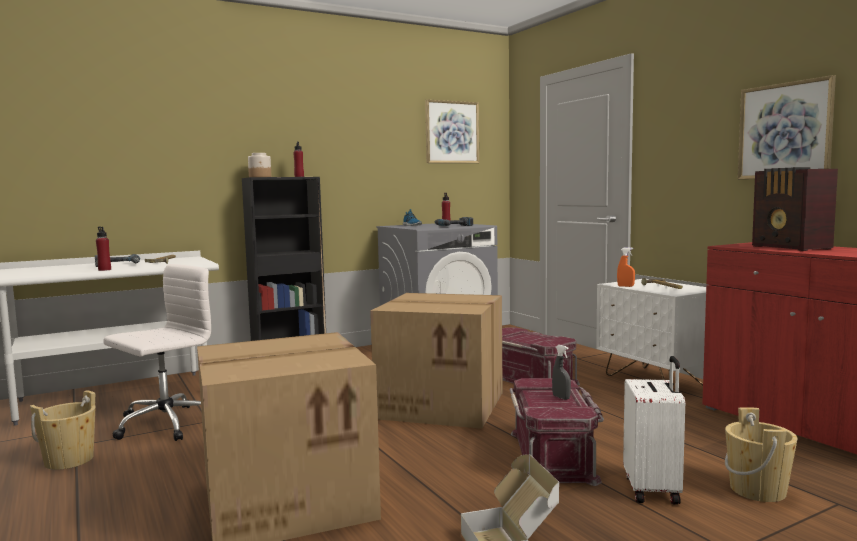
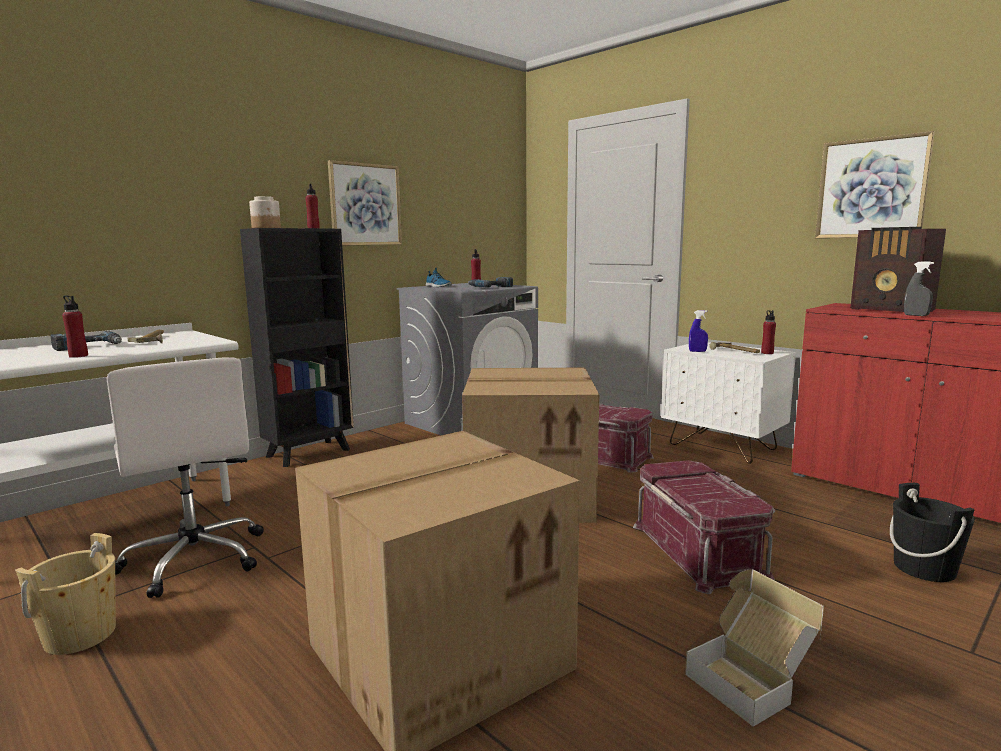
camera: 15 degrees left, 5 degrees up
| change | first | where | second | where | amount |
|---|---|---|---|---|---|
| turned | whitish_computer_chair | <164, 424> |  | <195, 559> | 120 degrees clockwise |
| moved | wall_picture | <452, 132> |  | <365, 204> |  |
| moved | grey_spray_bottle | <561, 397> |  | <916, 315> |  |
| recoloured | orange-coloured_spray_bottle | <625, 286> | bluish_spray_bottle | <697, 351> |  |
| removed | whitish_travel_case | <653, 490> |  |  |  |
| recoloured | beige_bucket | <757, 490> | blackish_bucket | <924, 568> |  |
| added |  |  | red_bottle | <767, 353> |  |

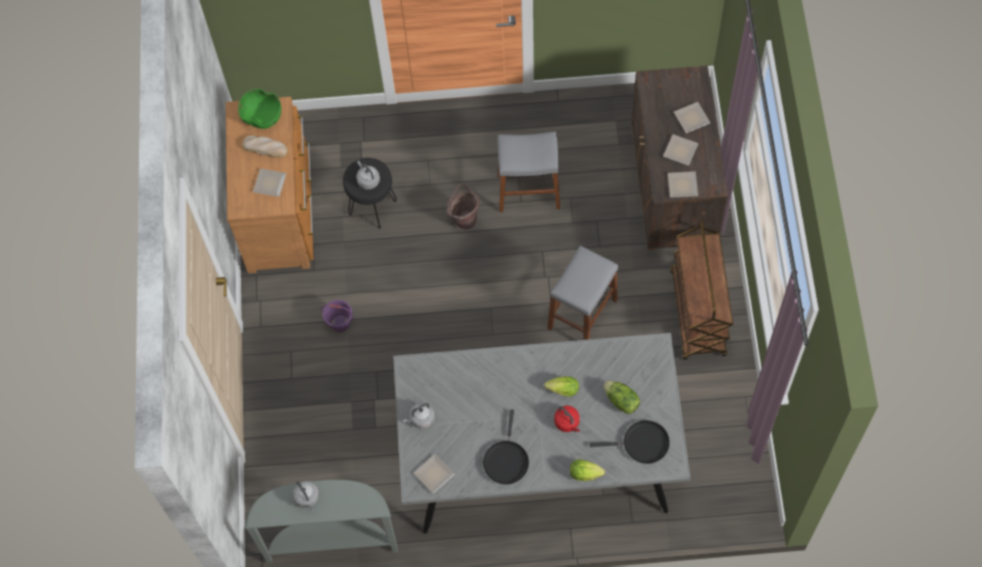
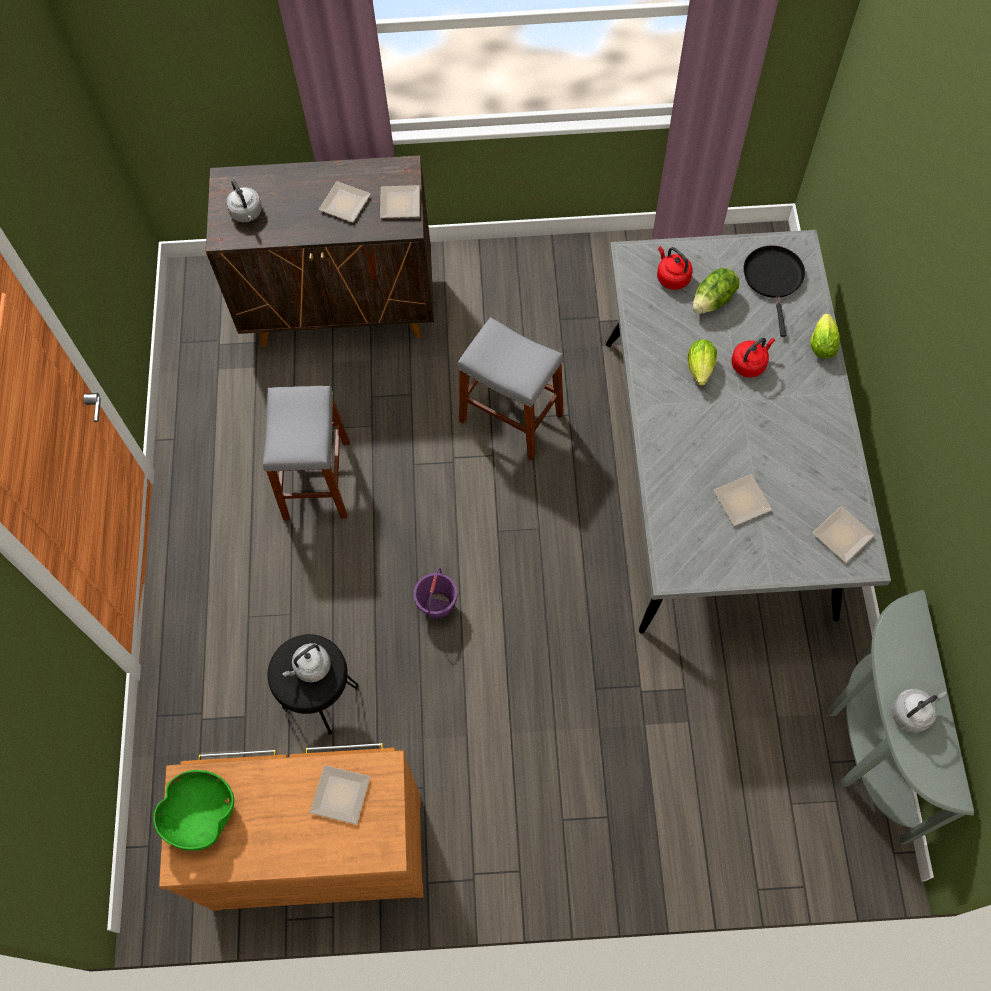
camera: 90 degrees left, 0 degrees up
| change | first | where | second | where | amount |
|---|---|---|---|---|---|
| removed | bread | <265, 148> |  |  |  |
| moved | purple-coloured_bucket | <340, 323> |  | <438, 606> |  |
| moved | grey_tea_kettle | <421, 419> |  | <247, 214> |  |
| removed | brownish_bucket | <464, 218> |  |  |  |
| removed | blackish_frying_pan | <506, 460> |  |  |  |
| removed | brownish_trolley | <698, 313> |  |  |  |
| moved | plate | <691, 119> |  | <744, 502> |  |
| added |  |  | red_tea_kettle | <671, 277> |  |

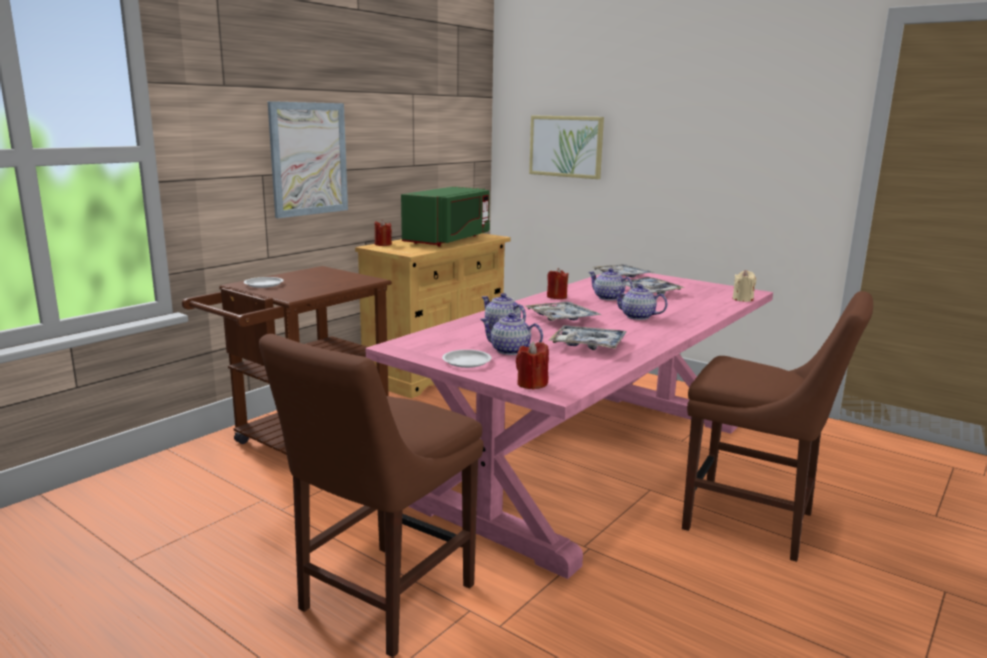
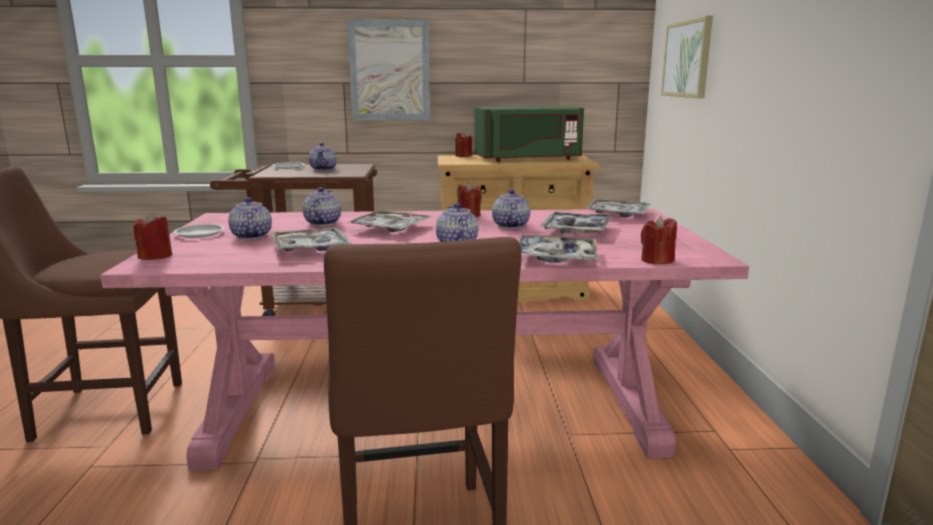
camera: 50 degrees right, 0 degrees up
| change | first | where | second | where | amount |
|---|---|---|---|---|---|
| recoloured | beige_wax_light | <742, 299> | red_wax_light | <657, 260> |  |
| added |  |  | pot_for_tea | <323, 169> |  |
| added |  |  | tray | <556, 258> |  |

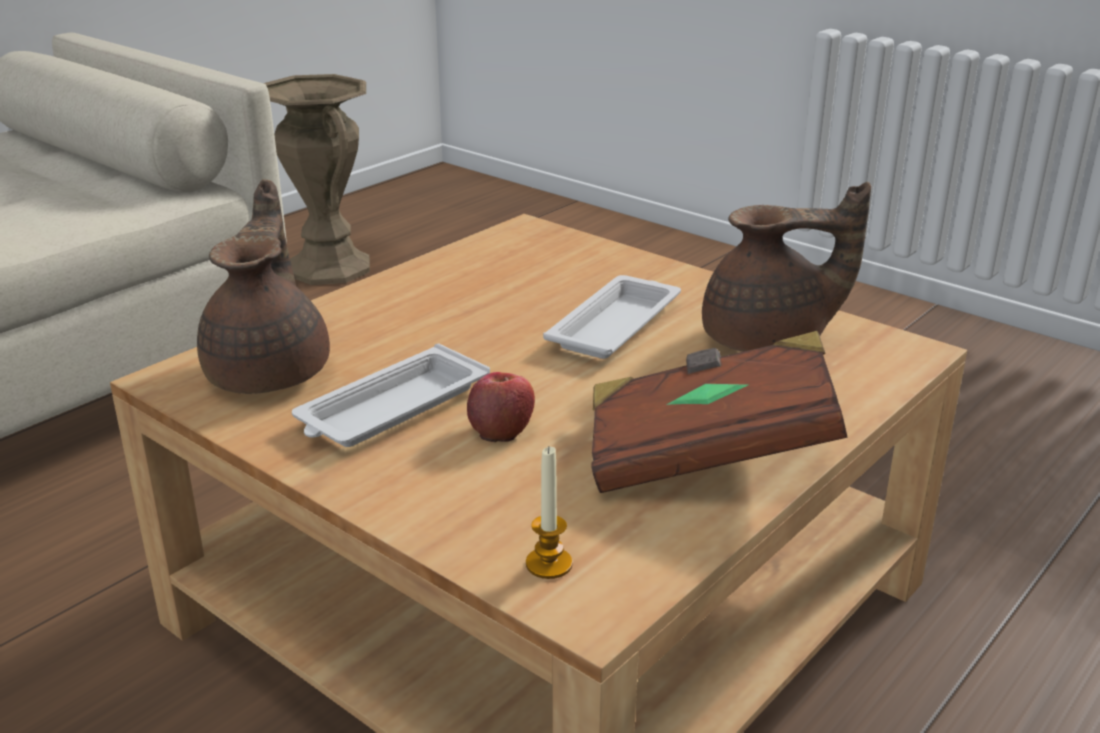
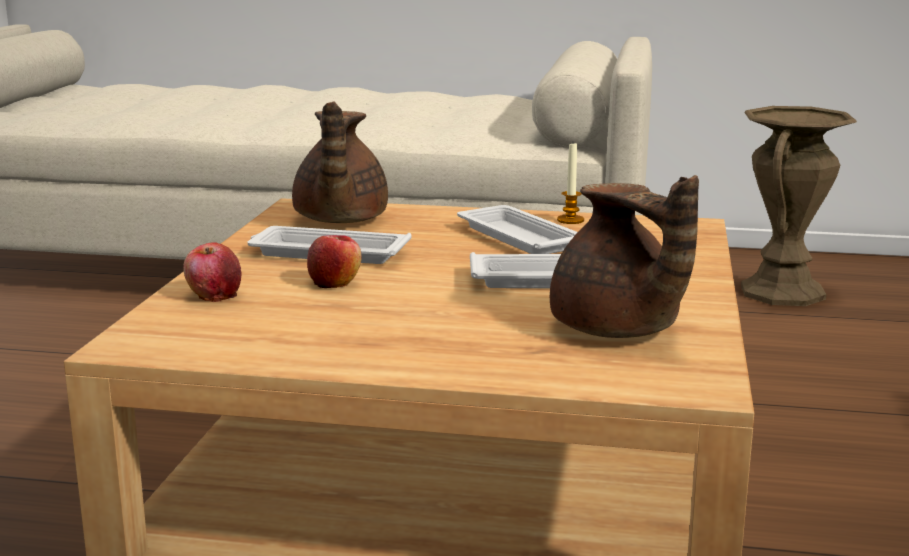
camera: 60 degrees right, 10 degrees down
| change | first | where | second | where | amount |
|---|---|---|---|---|---|
| turned | brownish_pot_for_tea | <271, 371> |  | <339, 220> | 120 degrees clockwise |
| moved | wax_light | <549, 564> |  | <570, 220> |  |
| removed | brownish_volume | <707, 455> |  |  |  |
| added |  |  | apple_fruit | <214, 295> |  |
| added |  |  | whitish_tray | <517, 237> |  |

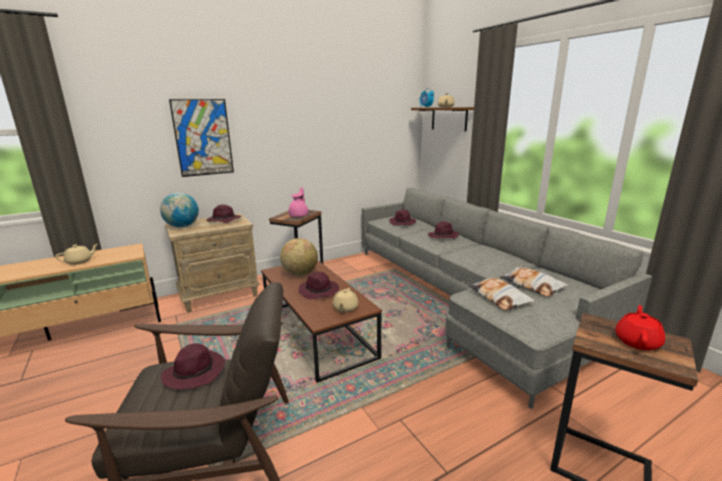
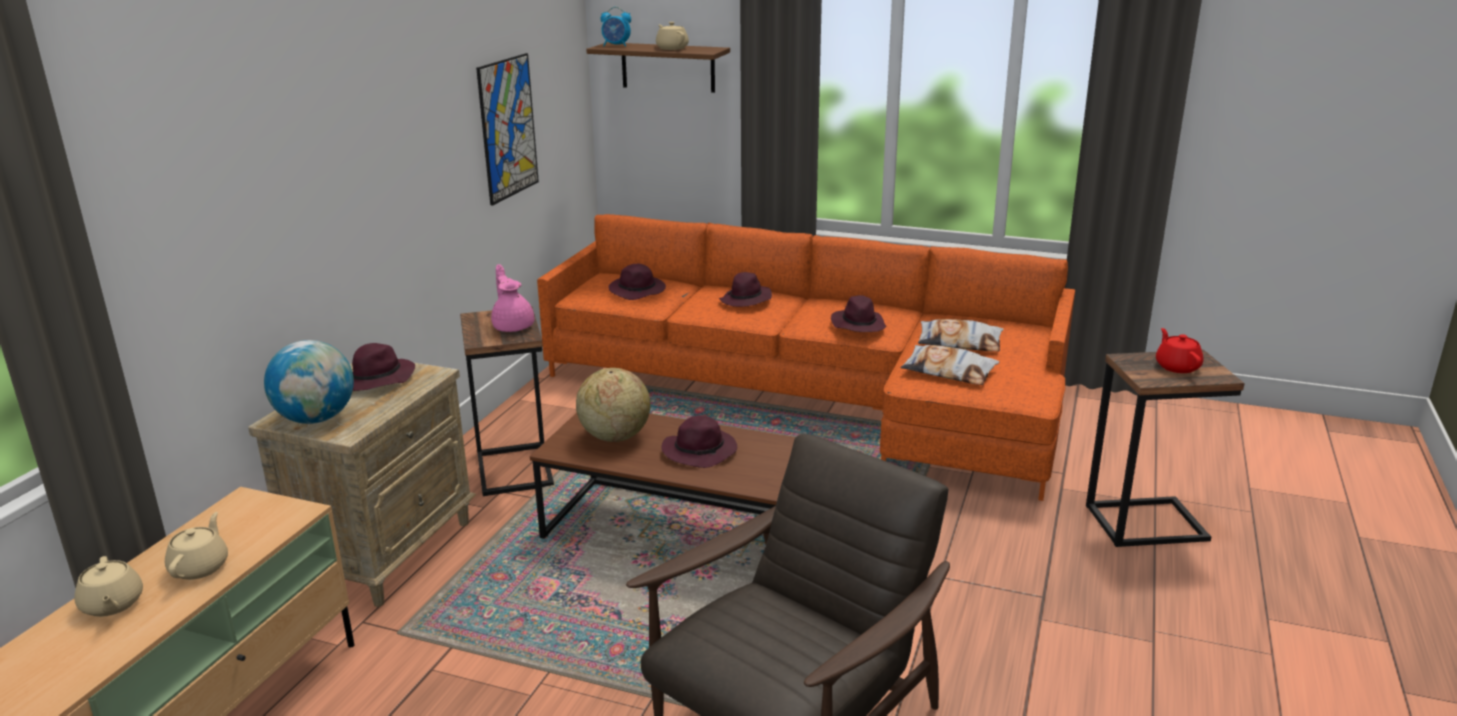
camera: 40 degrees left, 5 degrees up
| change | first | where | second | where | amount |
|---|---|---|---|---|---|
| moved | purple-coloured_hat | <195, 372> |  | <858, 325> |  |
| moved | wall_picture | <203, 138> |  | <508, 128> |  |
| moved | beige_pot_for_tea | <345, 308> |  | <112, 605> |  |
| recoloured | grey_sofa | <468, 298> | orange-coloured_sofa | <820, 396> |  |

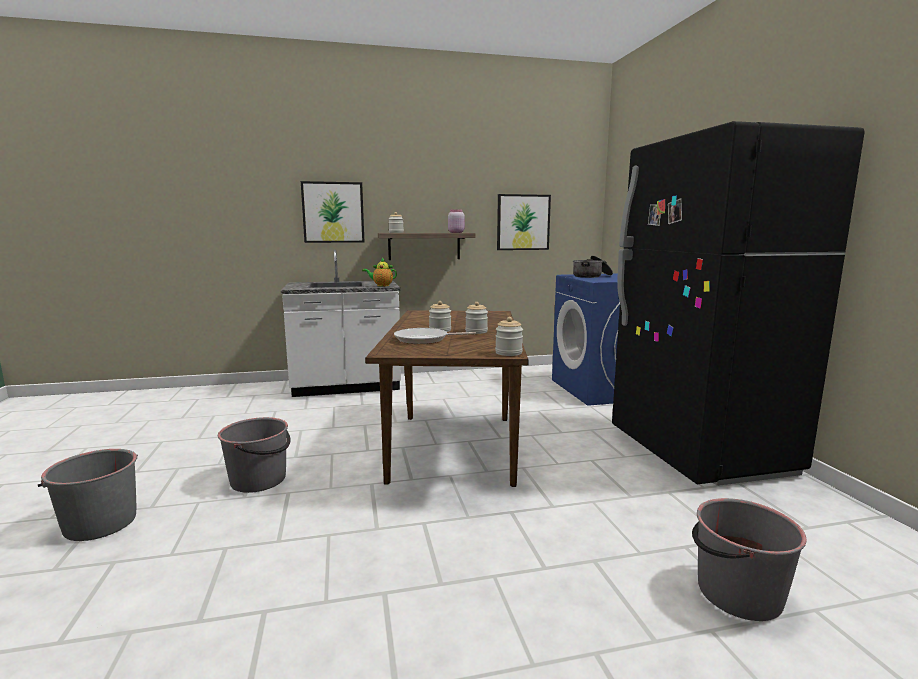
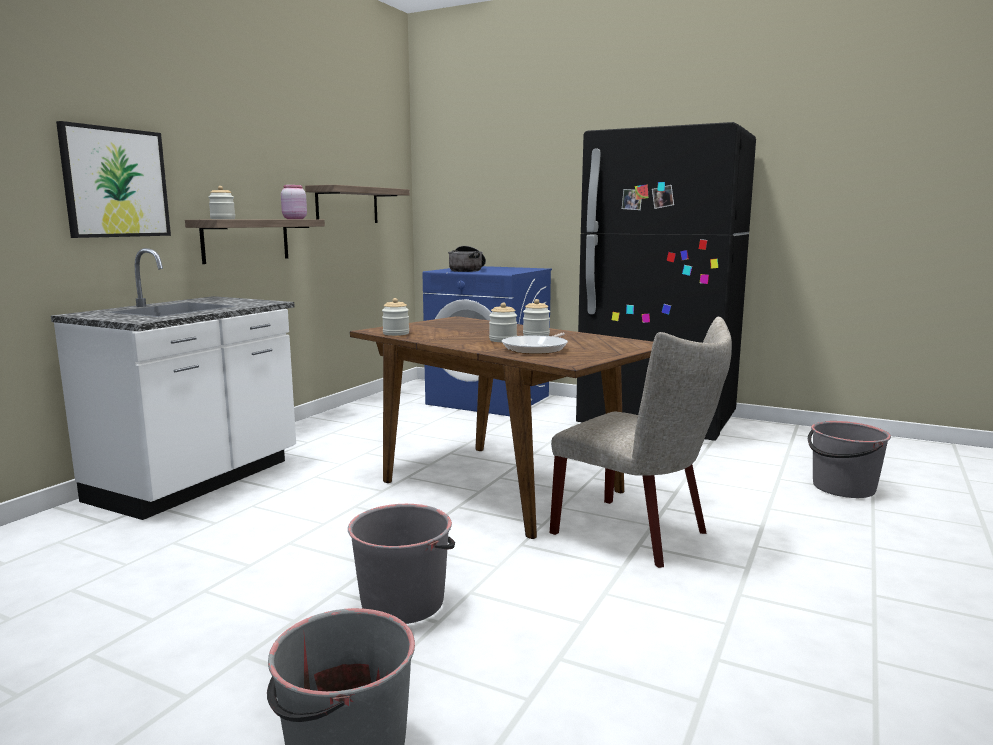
camera: 50 degrees left, 0 degrees up
| change | first | where | second | where | amount |
|---|---|---|---|---|---|
| removed | pot_for_tea | <381, 285> |  |  |  |
| moved | storage_jar | <508, 353> |  | <396, 333> |  |
| replaced | wall_picture | <523, 222> | bracket_shelf | <347, 205> |  |
| added |  |  | beige_plain_chair | <639, 534> |  |

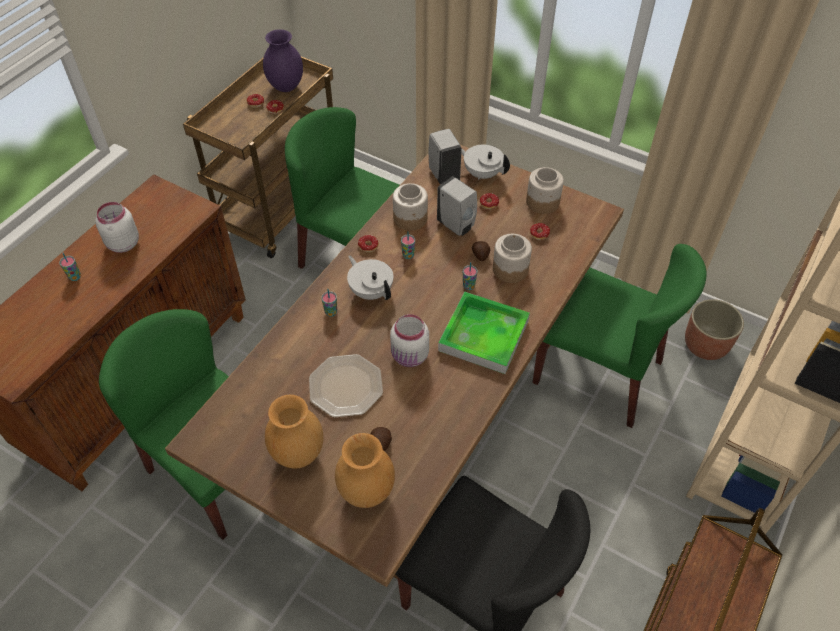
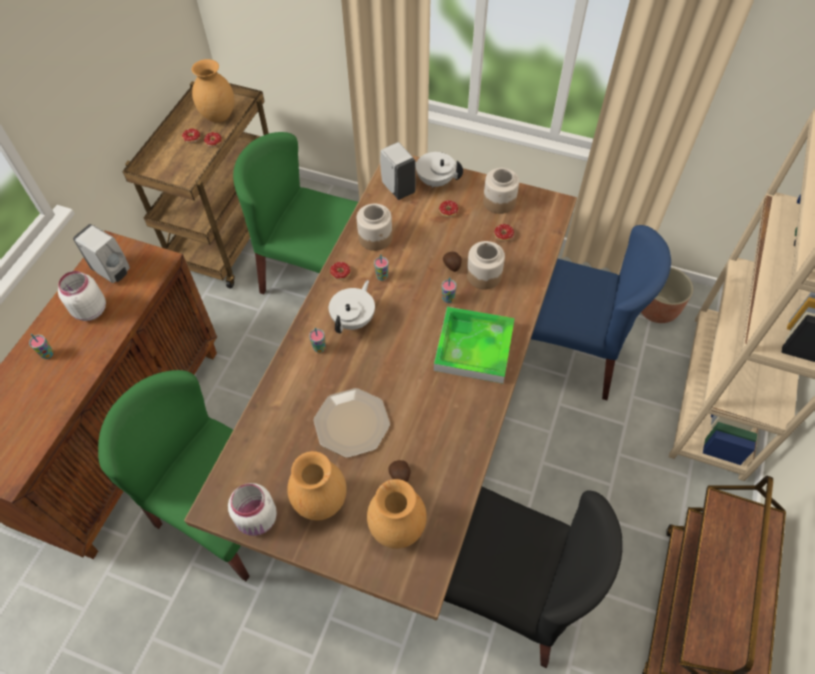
camera: 10 degrees left, 5 degrees up
| change | first | where | second | where | amount |
|---|---|---|---|---|---|
| recoloured | purple-coloured_vase | <286, 87> | brownish_vase | <219, 117> |  |
| turned | whitish_pot_for_tea | <371, 291> |  | <354, 319> | 75 degrees clockwise |
| moved | whitish_storage_jar | <410, 356> |  | <258, 519> |  |
| moved | whitish_soap_bottle | <457, 226> |  | <113, 272> |  |
| recoloured | green-coloured_plain_chair | <599, 372> | bluish_plain_chair | <566, 351> |  |

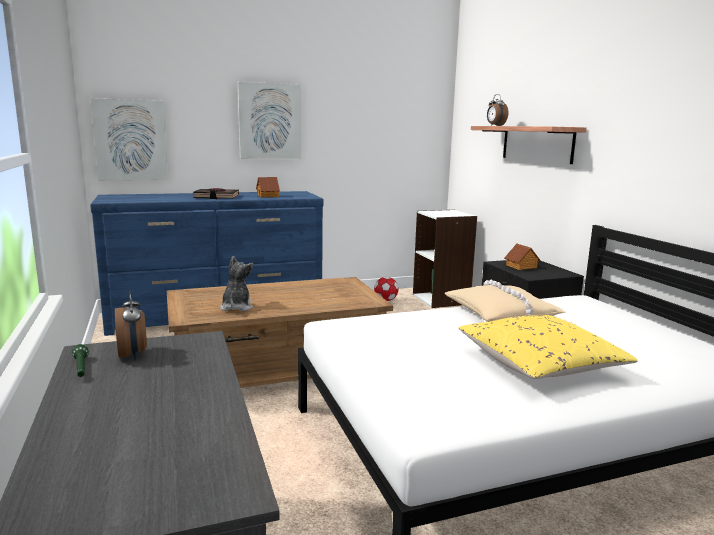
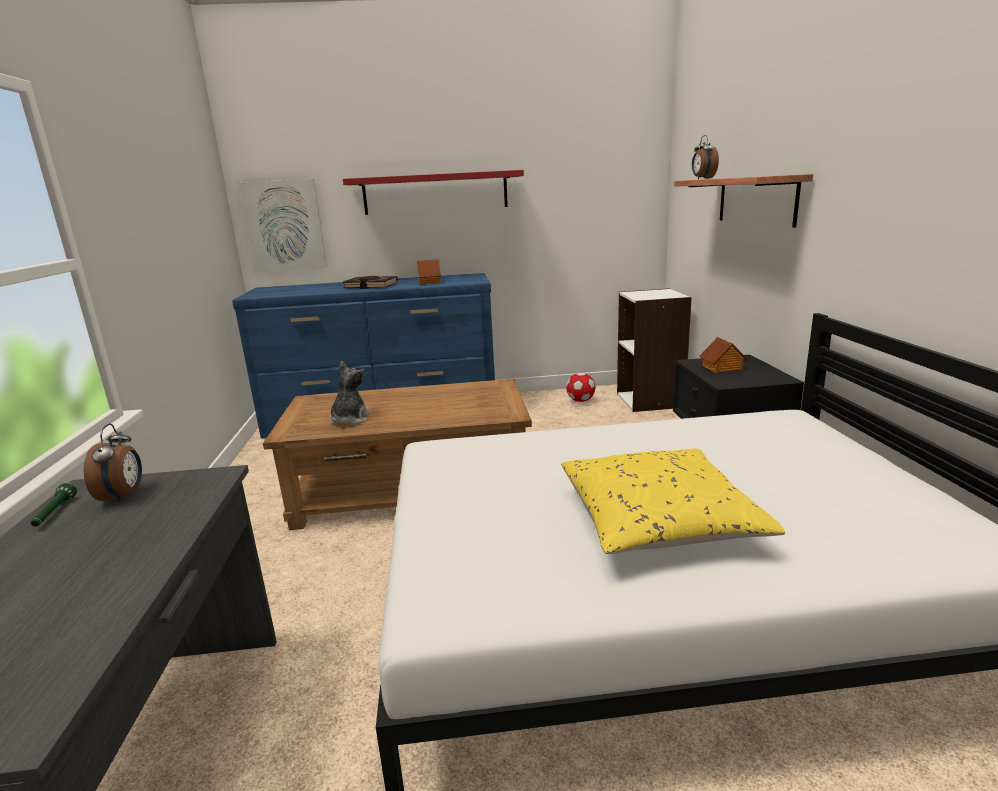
camera: 15 degrees right, 5 degrees up
| change | first | where | second | where | amount |
|---|---|---|---|---|---|
| replaced | wall_picture | <269, 121> | red_bracket_shelf | <435, 193> |  |
| removed | beige_throw_pillow | <501, 313> |  |  |  |

